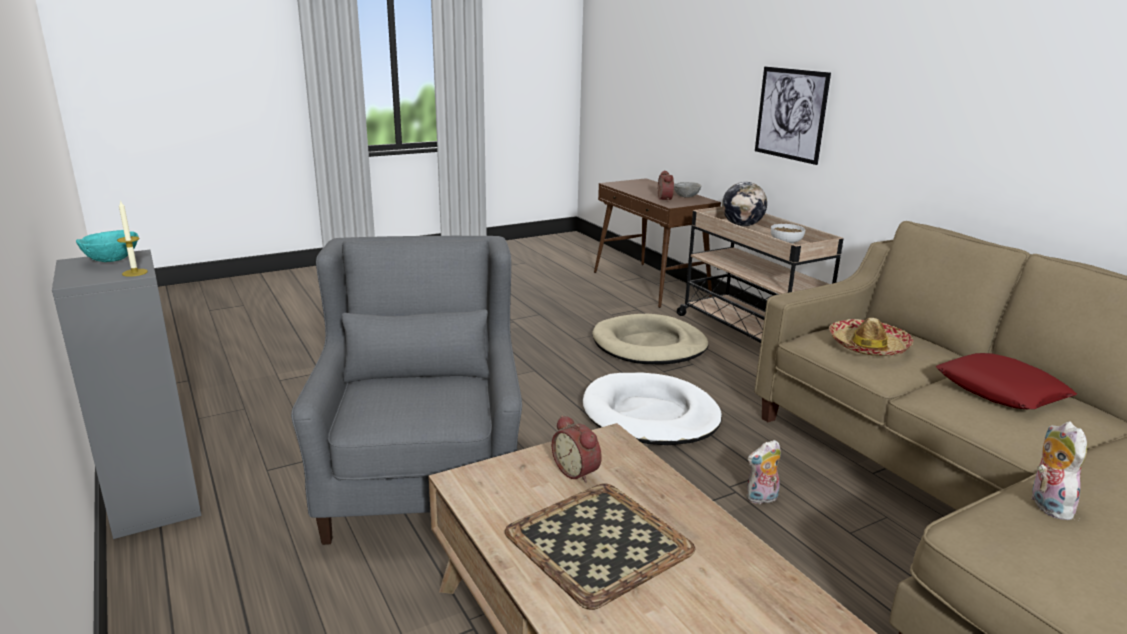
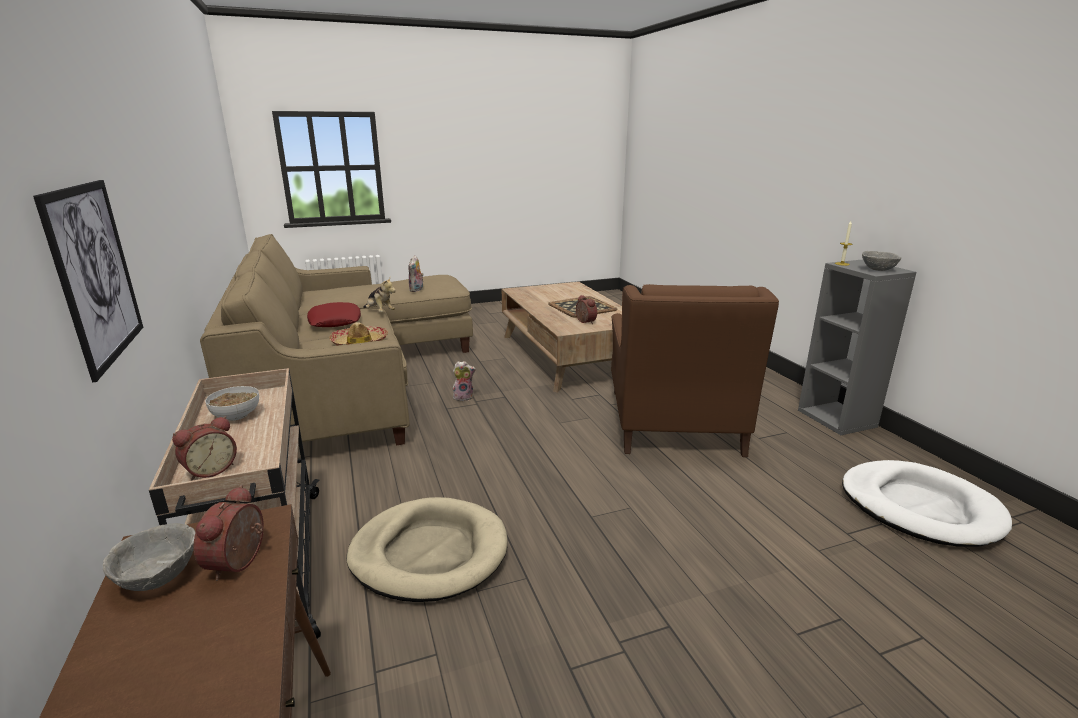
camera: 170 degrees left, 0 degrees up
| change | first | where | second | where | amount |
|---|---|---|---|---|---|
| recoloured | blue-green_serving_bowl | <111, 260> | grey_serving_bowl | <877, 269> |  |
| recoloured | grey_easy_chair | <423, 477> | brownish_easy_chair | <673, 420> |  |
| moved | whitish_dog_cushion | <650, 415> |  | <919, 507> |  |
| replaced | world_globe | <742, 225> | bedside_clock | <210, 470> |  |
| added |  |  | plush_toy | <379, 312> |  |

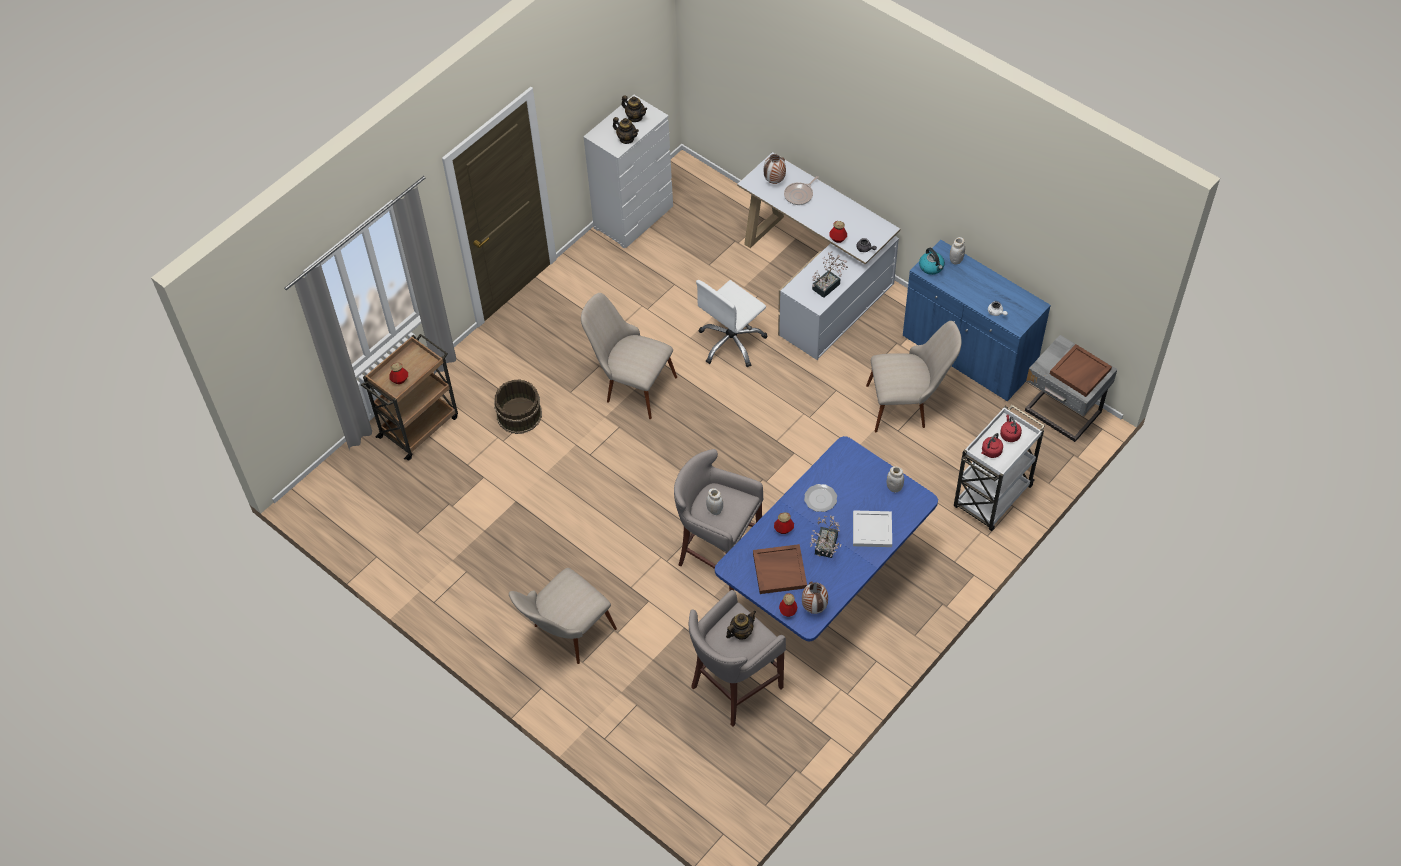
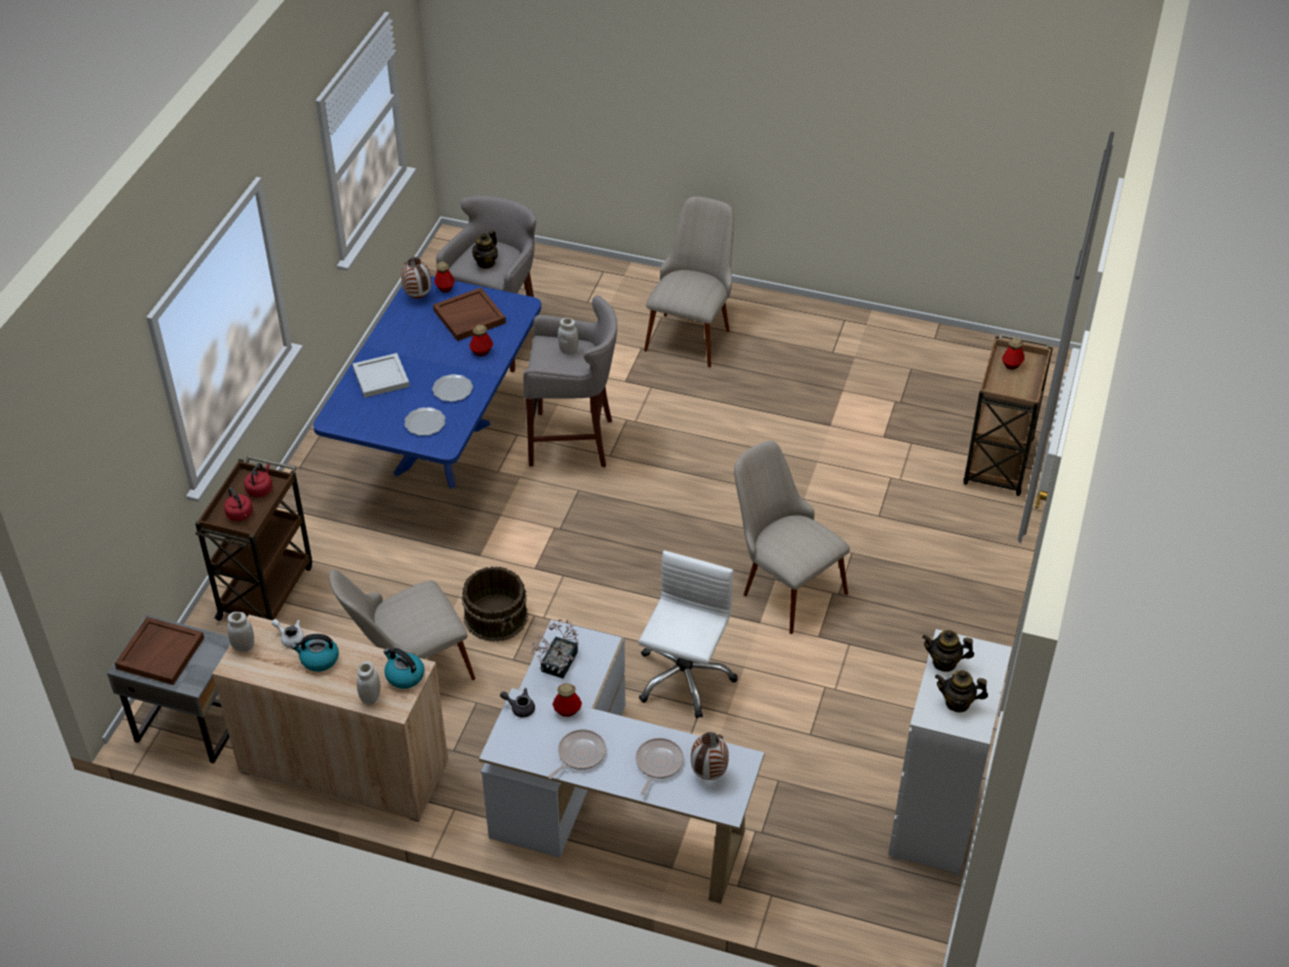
camera: 155 degrees right, 10 degrees down
| change | first | where | second | where | amount |
|---|---|---|---|---|---|
| moved | brownish_bucket | <518, 414> |  | <496, 616> |  |
| turned | beige_plain_chair | <630, 384> |  | <783, 584> | 135 degrees counterclockwise |
| removed | houseplant | <825, 548> |  |  |  |
| moved | whitish_storage_jar | <894, 487> |  | <243, 646> |  |
| recoloured | bluish_cabinet | <968, 354> | beige_cabinet | <344, 767> |  |
| recoloured | whitish_trolley | <992, 498> | brownish_trolley | <266, 591> |  |
| added |  |  | tea_kettle | <319, 659> |  |
| added |  |  | plate | <424, 423> |  |
| added |  |  | frying_pan | <579, 754> |  |

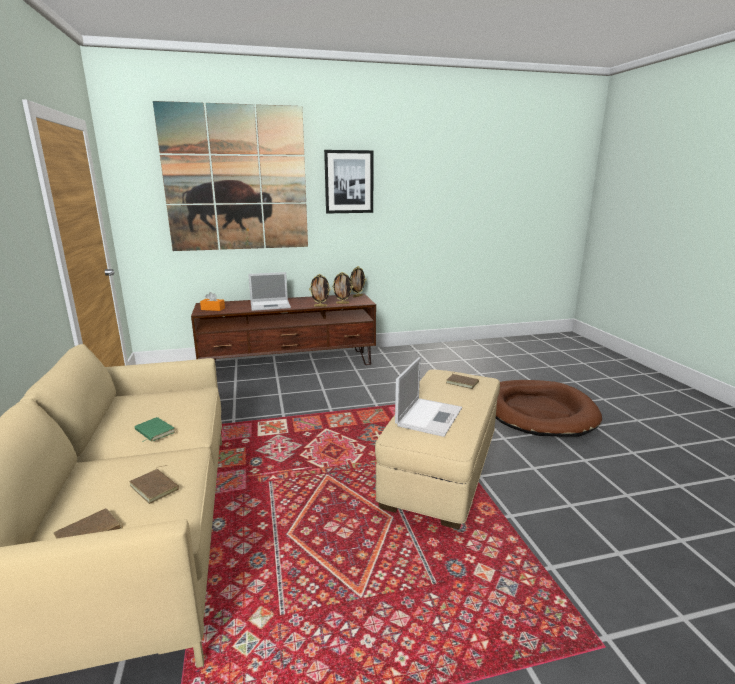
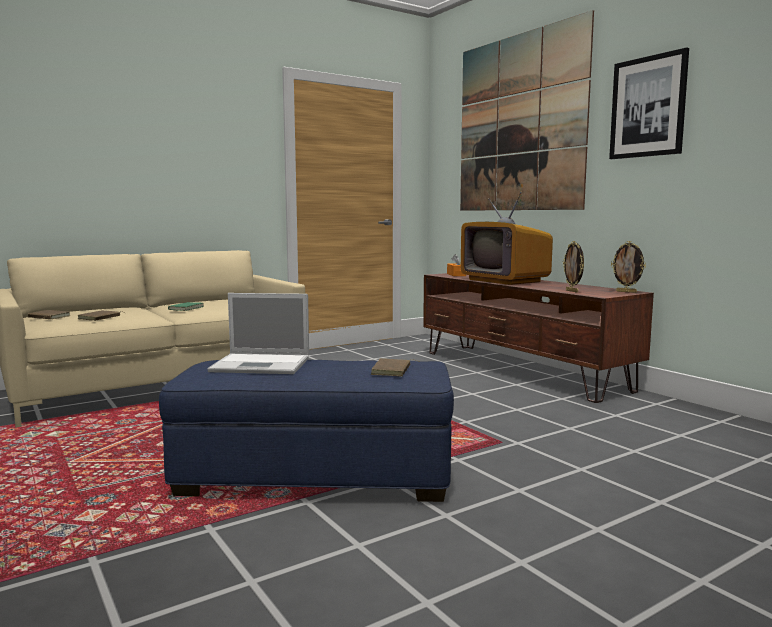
camera: 70 degrees right, 10 degrees down
| change | first | where | second | where | amount |
|---|---|---|---|---|---|
| replaced | laptop | <271, 305> | television | <504, 281> |  |
| removed | picture_frame | <320, 306> |  |  |  |
| recoloured | beige_pouffe | <441, 468> | bluish_pouffe | <315, 475> |  |
| removed | brownish_dog_cushion | <538, 412> |  |  |  |

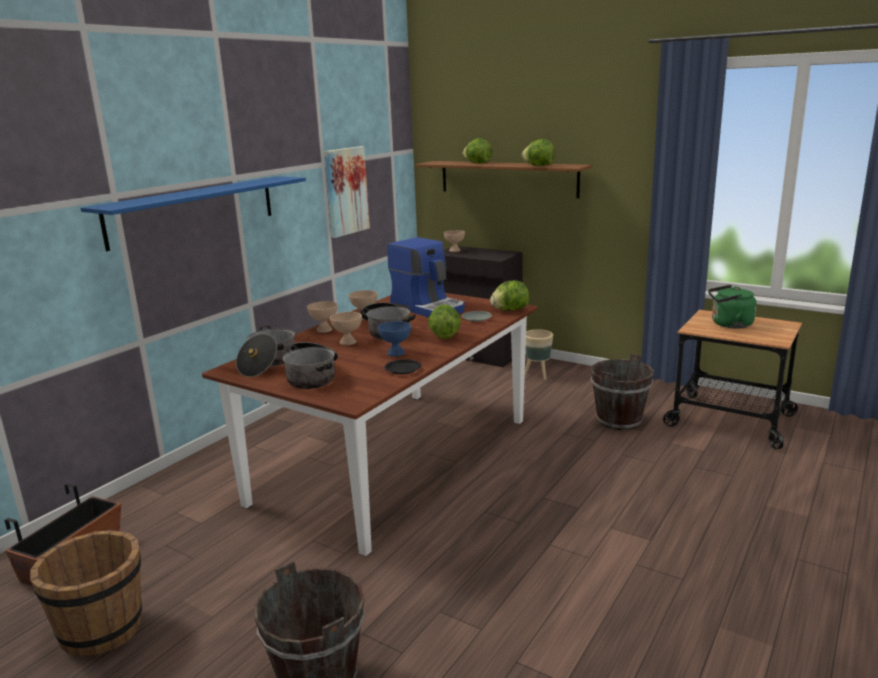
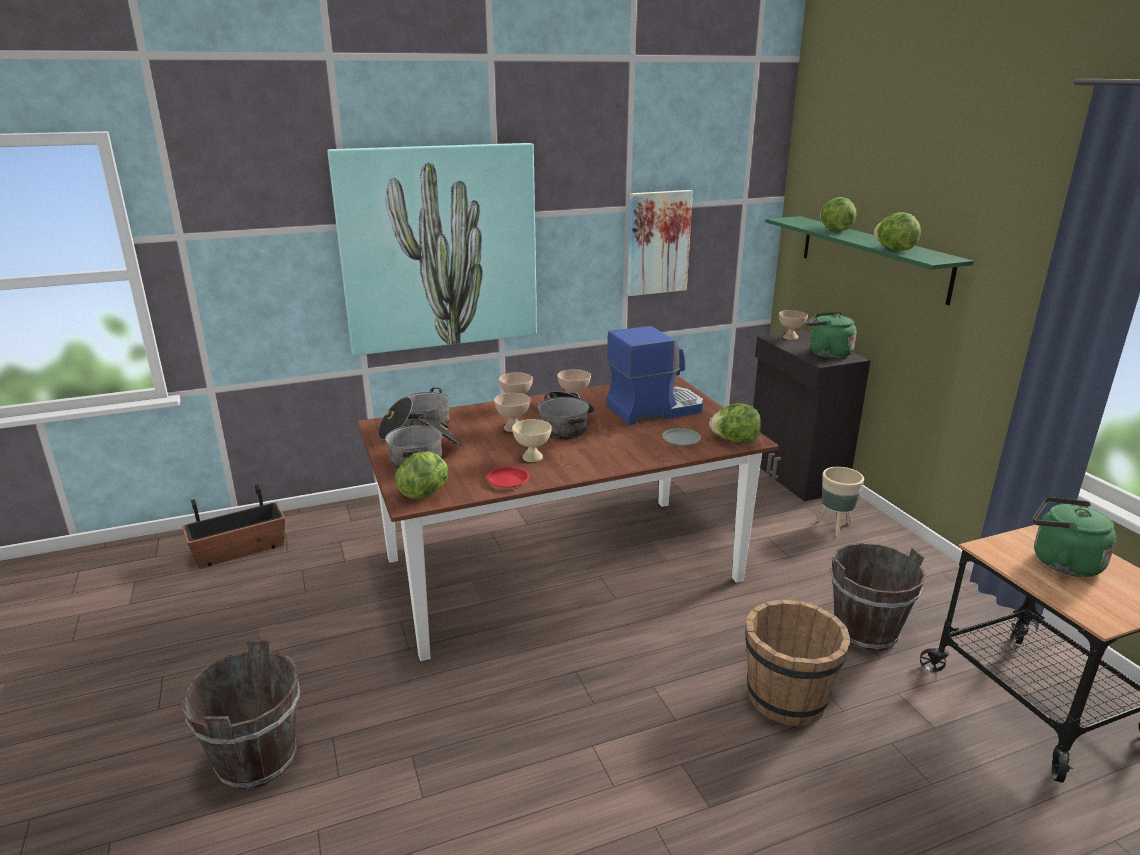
camera: 35 degrees right, 5 degrees up
| change | first | where | second | where | amount |
|---|---|---|---|---|---|
| moved | brownish_bucket | <102, 629> |  | <787, 698> |  |
| replaced | bluish_bracket_shelf | <194, 210> | wall_picture | <439, 248> |  |
| recoloured | bluish_serving_bowl | <396, 353> | beige_serving_bowl | <532, 458> |  |
| recoloured | blackish_plate | <402, 369> | red_plate | <508, 480> |  |
| turned | coffee_maker | <428, 307> |  | <654, 409> | 105 degrees counterclockwise |
| recoloured | brownish_bracket_shelf | <507, 178> | green-coloured_bracket_shelf | <872, 257> |  |
| moved | lettuce | <444, 336> |  | <425, 493> |  |
| added |  |  | green-coloured_tea_kettle | <827, 353> |  |

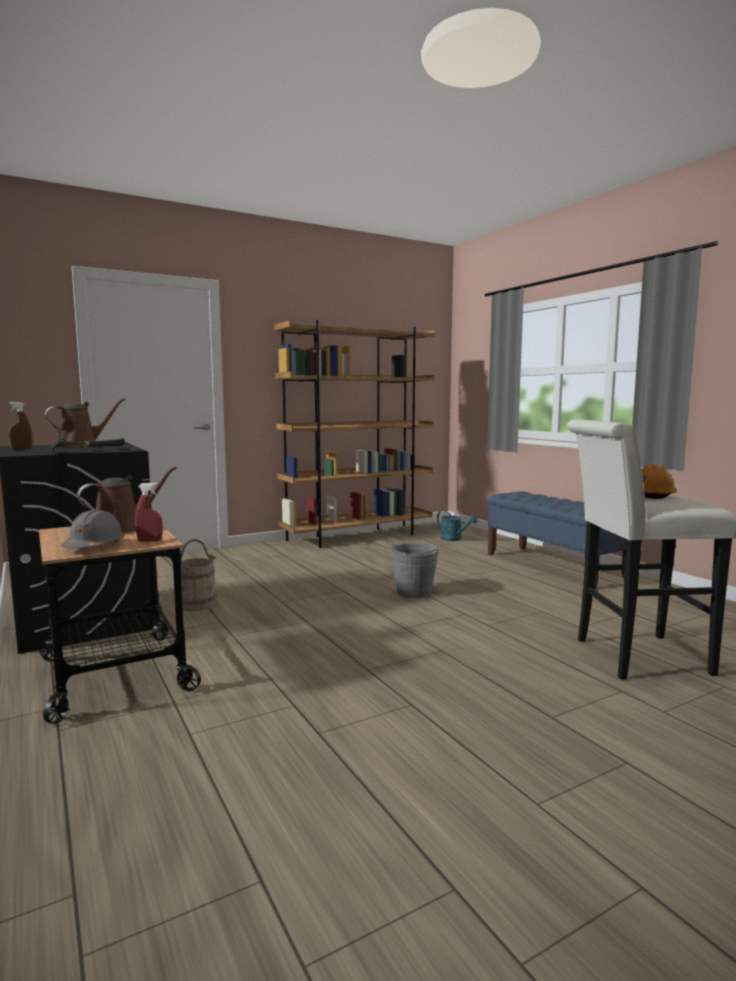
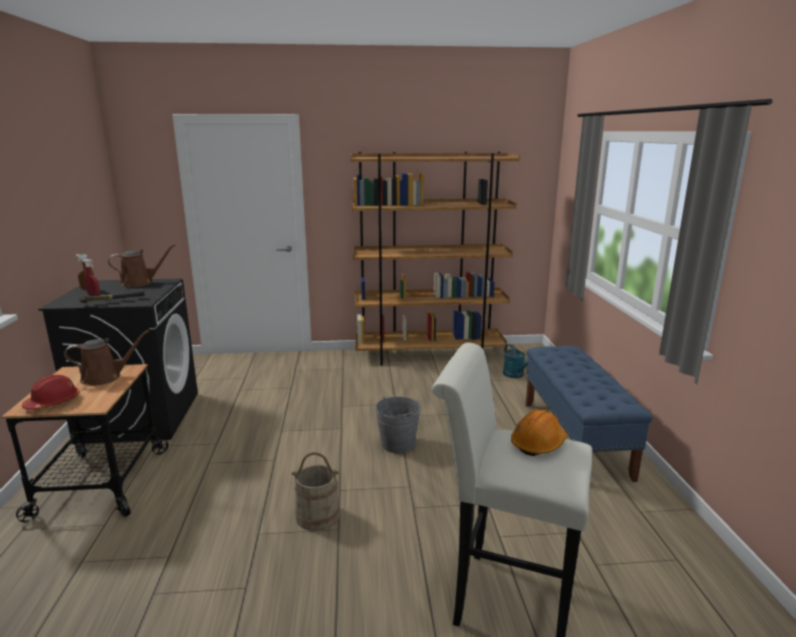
camera: 25 degrees right, 10 degrees up
| change | first | where | second | where | amount |
|---|---|---|---|---|---|
| recoloured | grey_hard_hat | <94, 546> | red_hard_hat | <53, 402> |  |
| moved | red_spray_bottle | <149, 541> |  | <94, 295> |  |
| moved | beige_bucket | <196, 603> |  | <317, 515> |  |

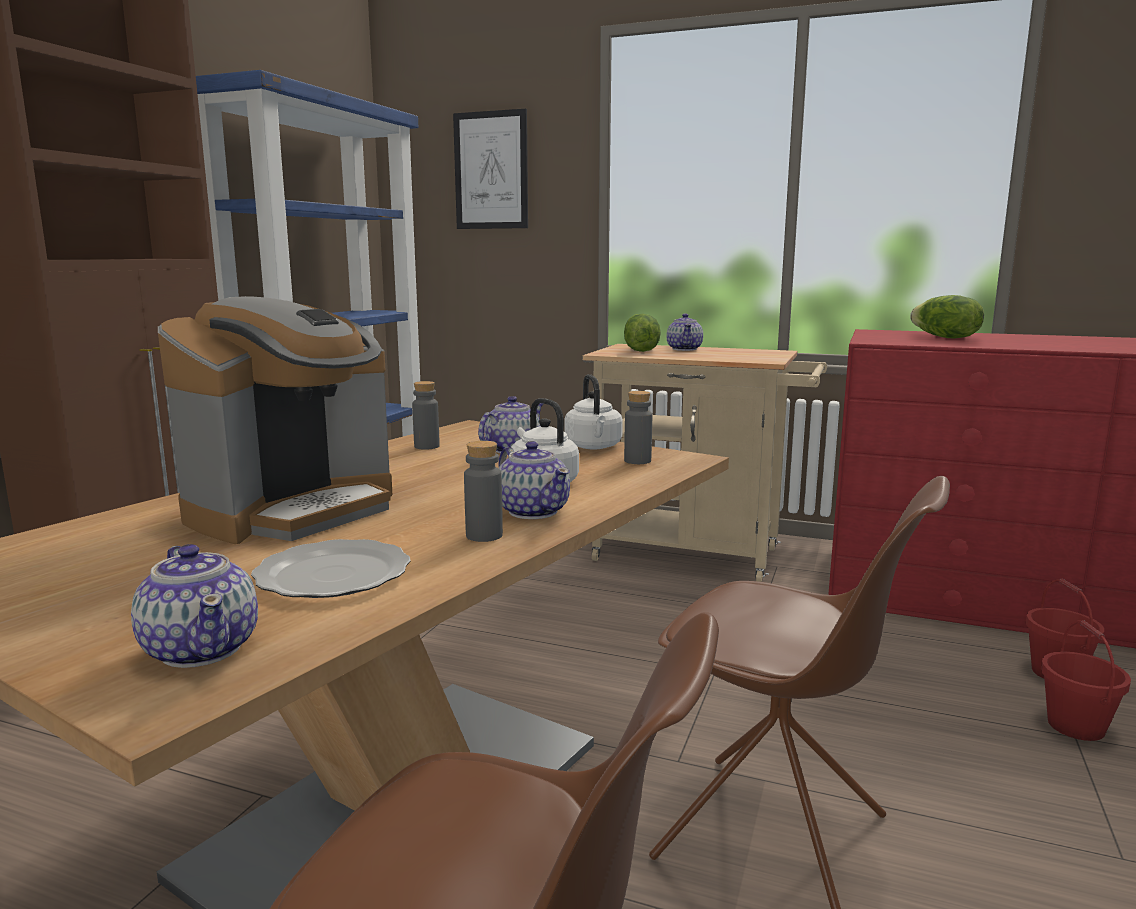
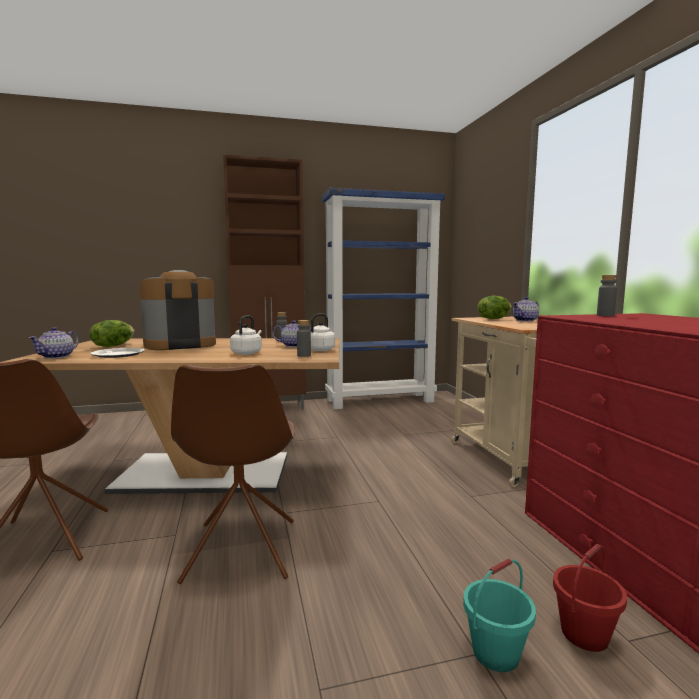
camera: 55 degrees right, 5 degrees down
| change | first | where | second | where | amount |
|---|---|---|---|---|---|
| turned | coffee_maker | <294, 510> |  | <179, 345> | 150 degrees clockwise |
| removed | wall_picture | <491, 170> |  |  |  |
| moved | grey_bottle | <484, 535> |  | <605, 315> |  |
| removed | pot_for_tea | <533, 511> |  |  |  |
| moved | lettuce | <944, 337> |  | <113, 346> |  |
| recoloured | red_bucket | <1076, 726> | blue-green_bucket | <496, 653> |  |

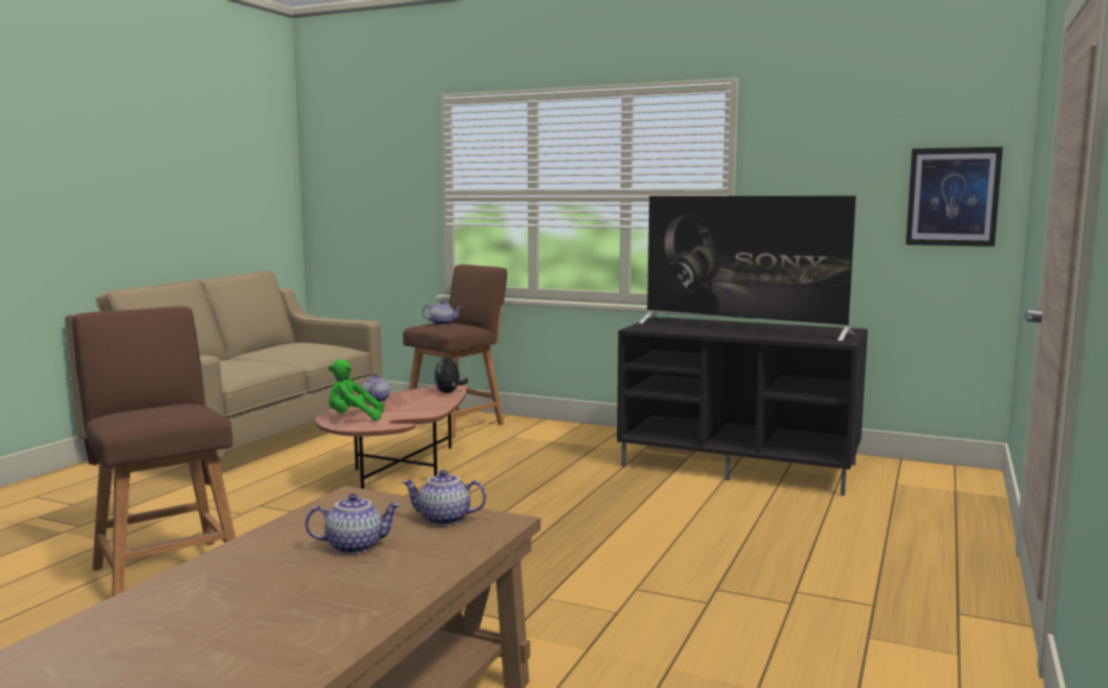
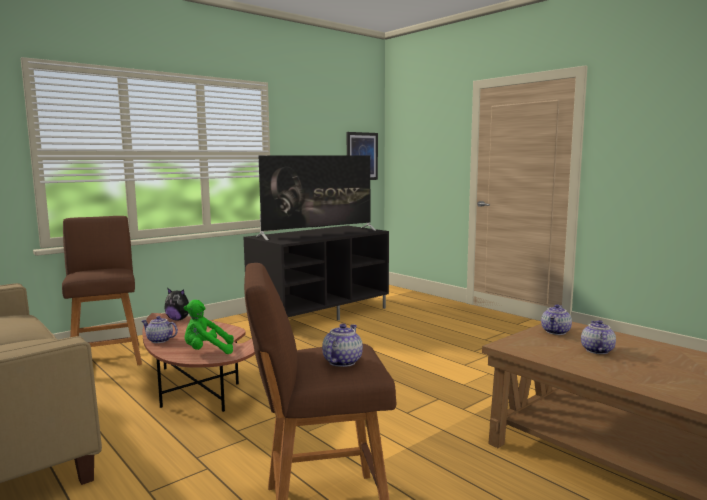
camera: 65 degrees left, 0 degrees up
| change | first | where | second | where | amount |
|---|---|---|---|---|---|
| turned | green-coloured_plush_toy | <353, 418> |  | <207, 351> | 60 degrees clockwise |
| moved | pot_for_tea | <443, 324> |  | <341, 361> |  |

